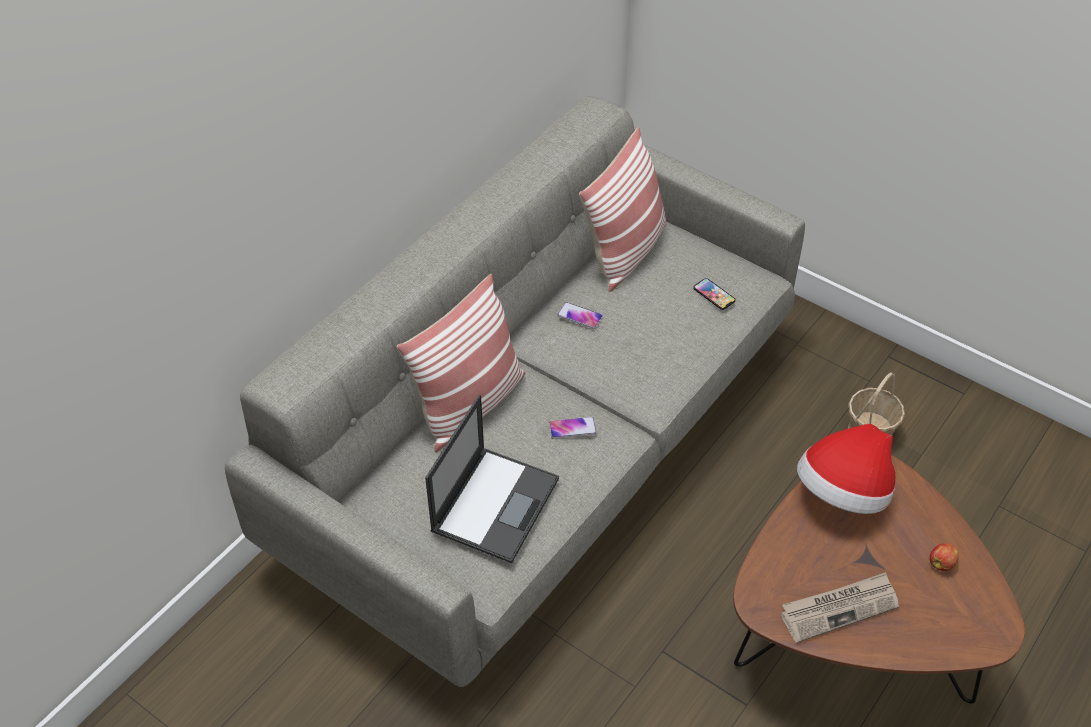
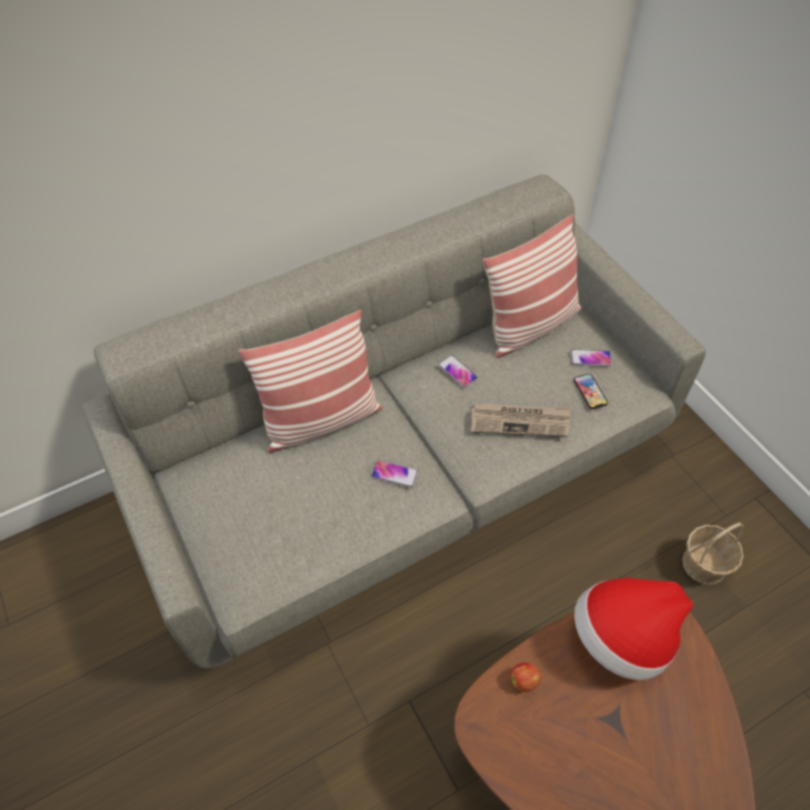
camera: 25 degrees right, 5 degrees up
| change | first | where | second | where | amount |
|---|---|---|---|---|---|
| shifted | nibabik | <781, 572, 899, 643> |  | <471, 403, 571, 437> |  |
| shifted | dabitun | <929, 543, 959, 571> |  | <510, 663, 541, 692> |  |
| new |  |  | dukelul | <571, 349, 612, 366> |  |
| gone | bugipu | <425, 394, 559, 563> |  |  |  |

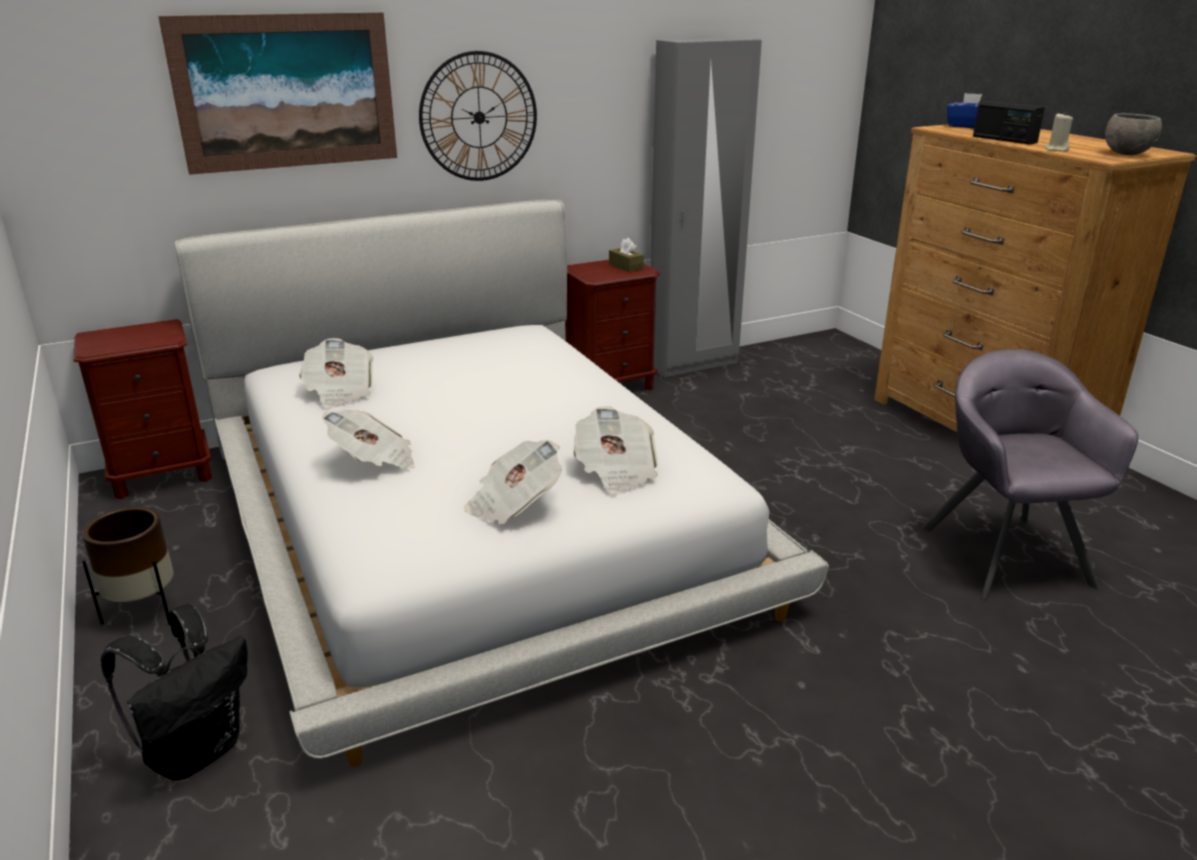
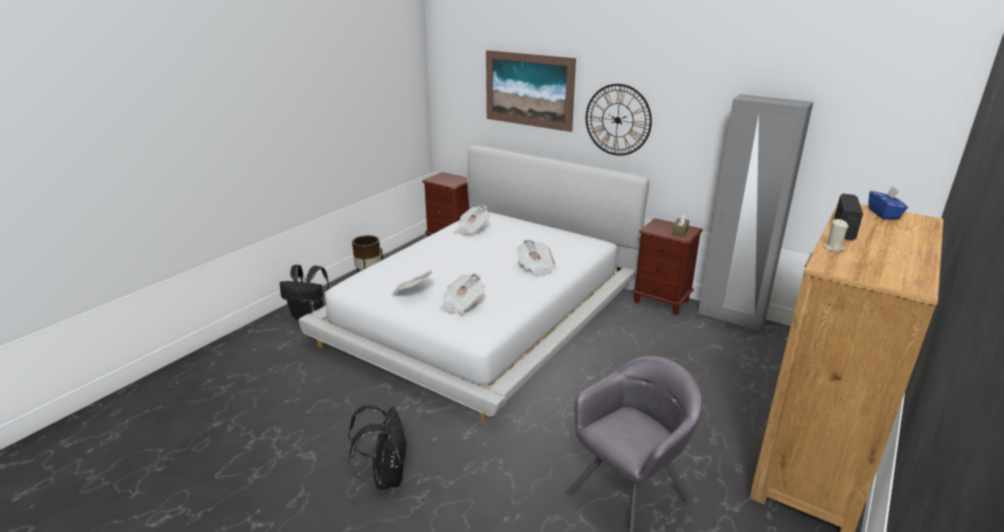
camera: 60 degrees right, 0 degrees up
| change | first | where | second | where | amount |
|---|---|---|---|---|---|
| new |  |  | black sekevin | <348, 405, 407, 489> |  |
| shifted | nibabik | <322, 410, 415, 469> |  | <517, 239, 556, 277> |  |
| gone | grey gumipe | <1105, 113, 1162, 155> |  |  |  |

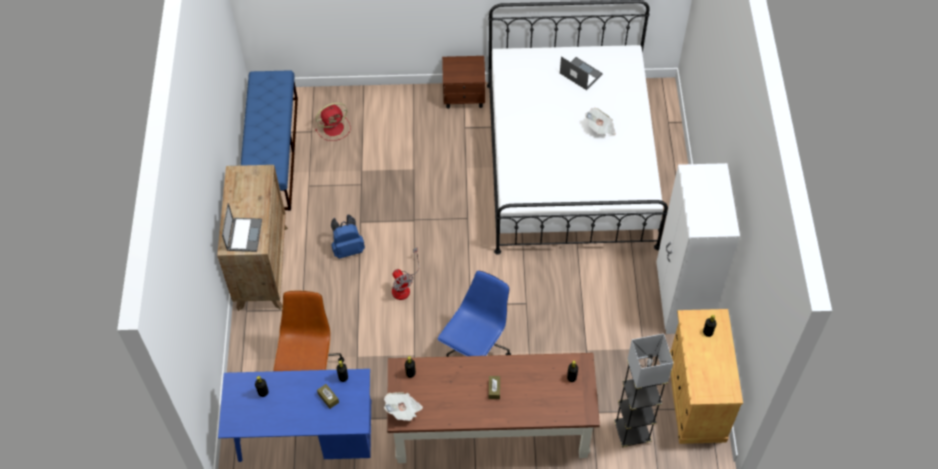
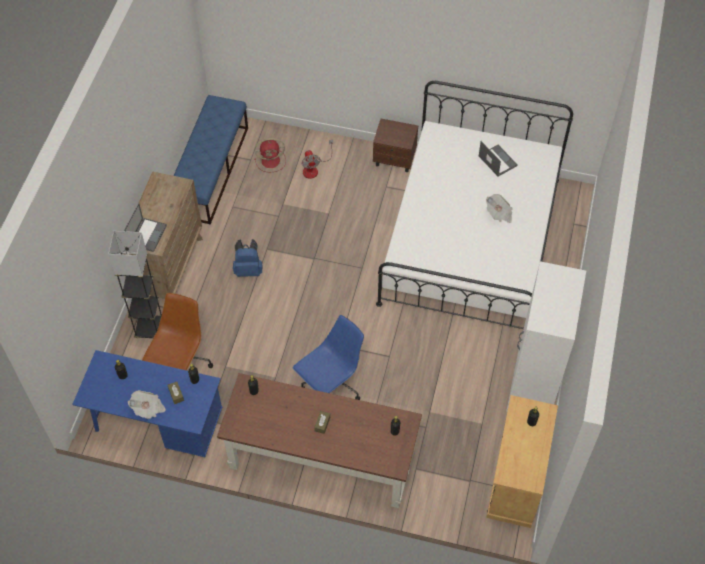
camera: 15 degrees right, 0 degrees up
| change | first | where | second | where | amount |
|---|---|---|---|---|---|
| shifted | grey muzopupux | <614, 334, 673, 447> |  | <108, 231, 162, 338> |  |
| shifted | nibabik | <384, 392, 423, 421> |  | <128, 390, 166, 419> |  |
| shifted | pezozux | <392, 248, 419, 300> |  | <302, 140, 333, 179> |  |

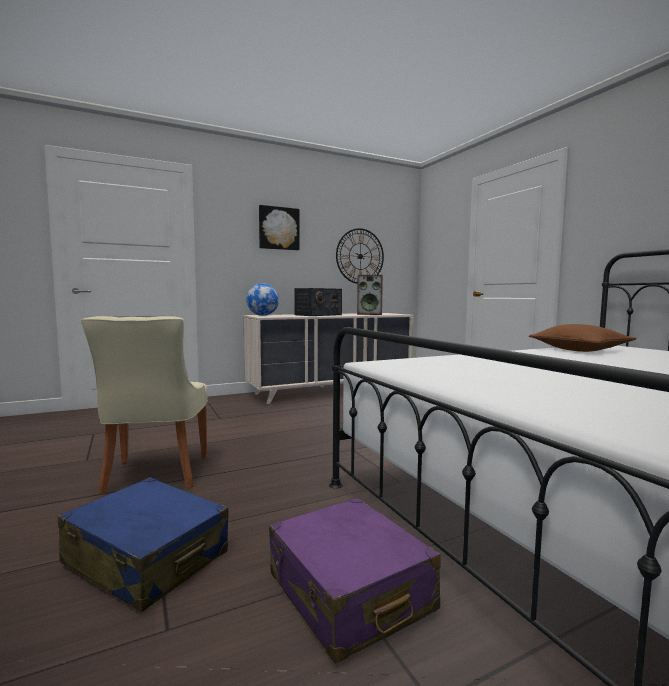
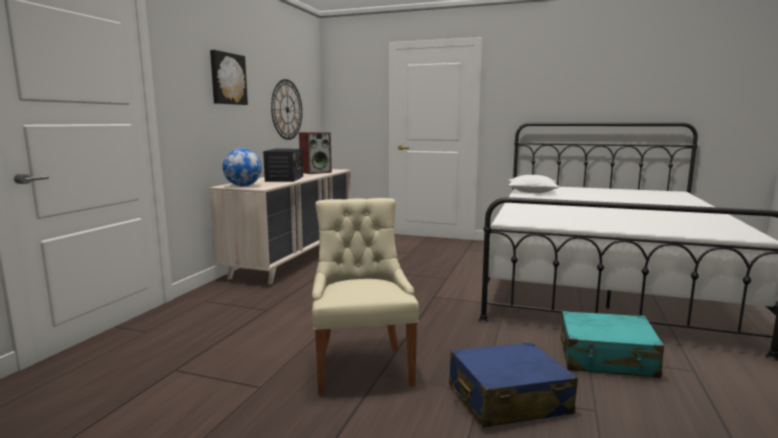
camera: 45 degrees left, 5 degrees up
| change | first | where | second | where | amount |
|---|---|---|---|---|---|
| rotated | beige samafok | <81, 316, 208, 494> |  | <312, 198, 419, 395> | 135 degrees counterclockwise |
| repainted | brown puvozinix | <529, 324, 637, 352> | white puvozinix | <508, 175, 559, 193> |  |
| repainted | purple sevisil | <269, 498, 441, 663> | turquoise sevisil | <561, 311, 664, 378> |  |

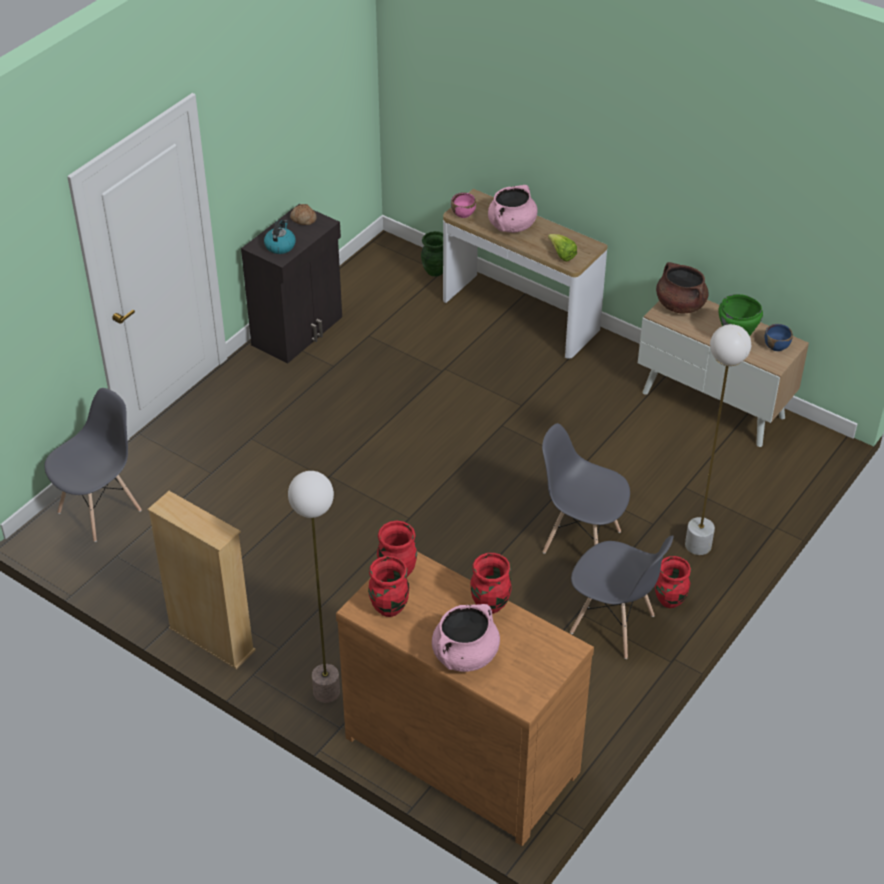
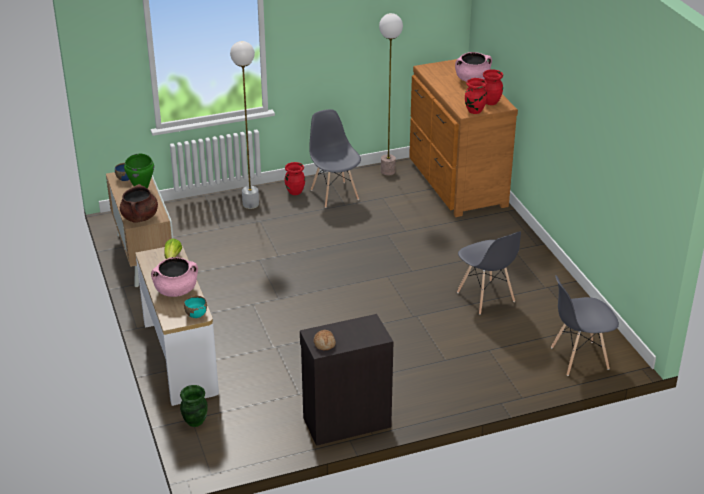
camera: 145 degrees left, 10 degrees down
| change | first | where | second | where | amount |
|---|---|---|---|---|---|
| repainted | pink gumipe | <451, 192, 476, 218> | turquoise gumipe | <184, 296, 207, 318> |  |
| shifted | muzopupux | <288, 471, 340, 703> |  | <379, 13, 403, 175> |  |
| shifted | grey samafok | <542, 423, 630, 554> |  | <457, 232, 521, 315> |  |
| gone | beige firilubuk | <147, 491, 256, 669> |  |  |  |
| gone | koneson | <264, 219, 296, 254> |  |  |  |
| gone | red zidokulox | <471, 553, 512, 614> |  |  |  |

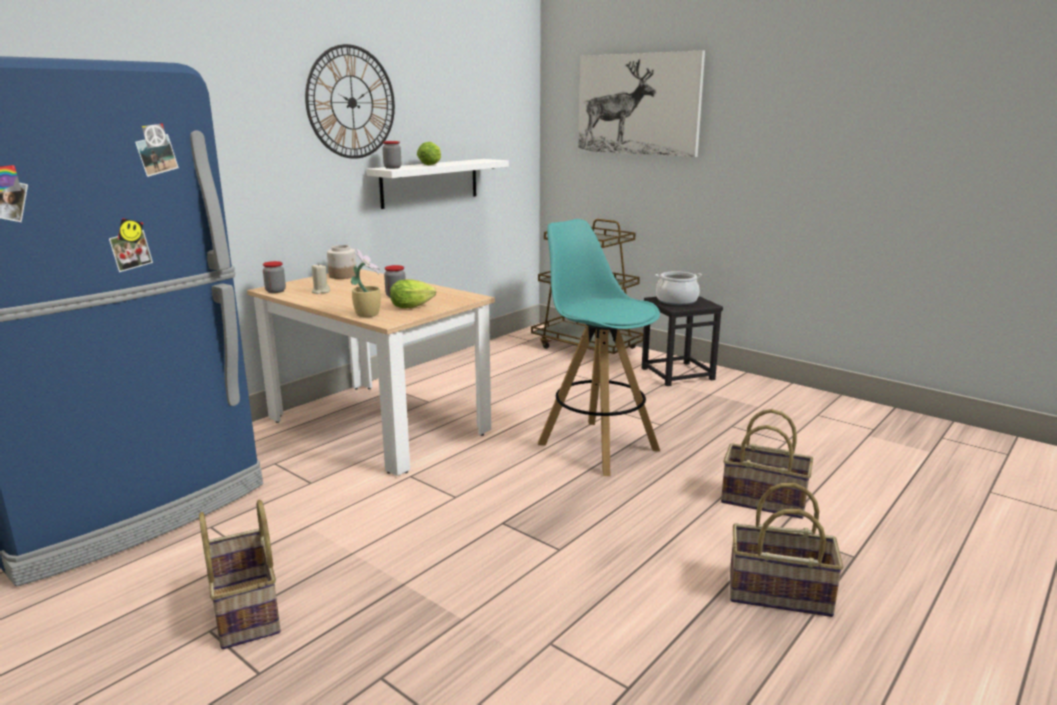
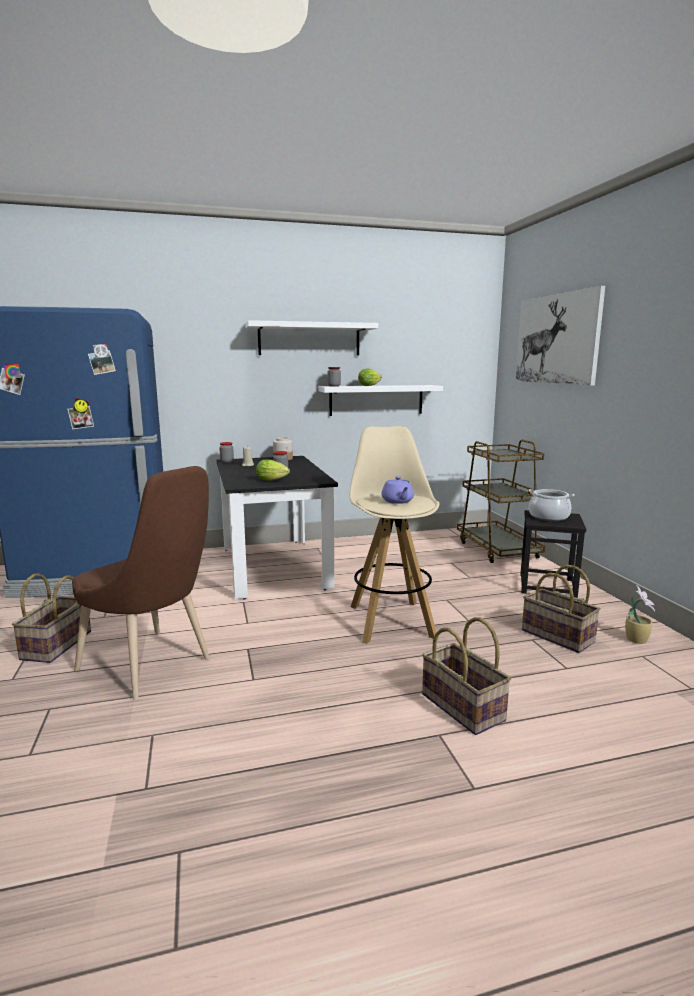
camera: 35 degrees right, 5 degrees down
| change | first | where | second | where | amount |
|---|---|---|---|---|---|
| new |  |  | brown samafok | <72, 466, 210, 700> |  |
| repainted | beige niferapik | <247, 269, 495, 476> | black niferapik | <216, 456, 338, 600> |  |
| swapped | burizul | <305, 44, 395, 159> | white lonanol | <245, 320, 378, 356> |  |
| repainted | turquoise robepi | <538, 219, 660, 476> | beige robepi | <350, 426, 439, 644> |  |
| new |  |  | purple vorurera | <381, 476, 414, 504> |  |
| shifted | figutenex | <730, 483, 844, 617> |  | <522, 565, 601, 653> |  |
| shifted | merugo | <351, 249, 381, 317> |  | <625, 585, 655, 644> |  |

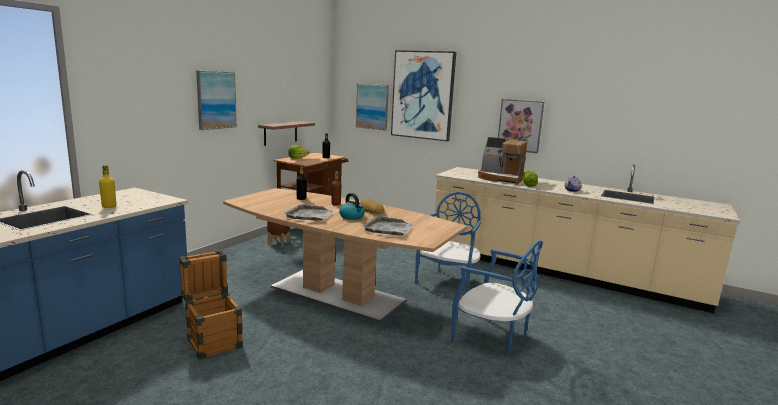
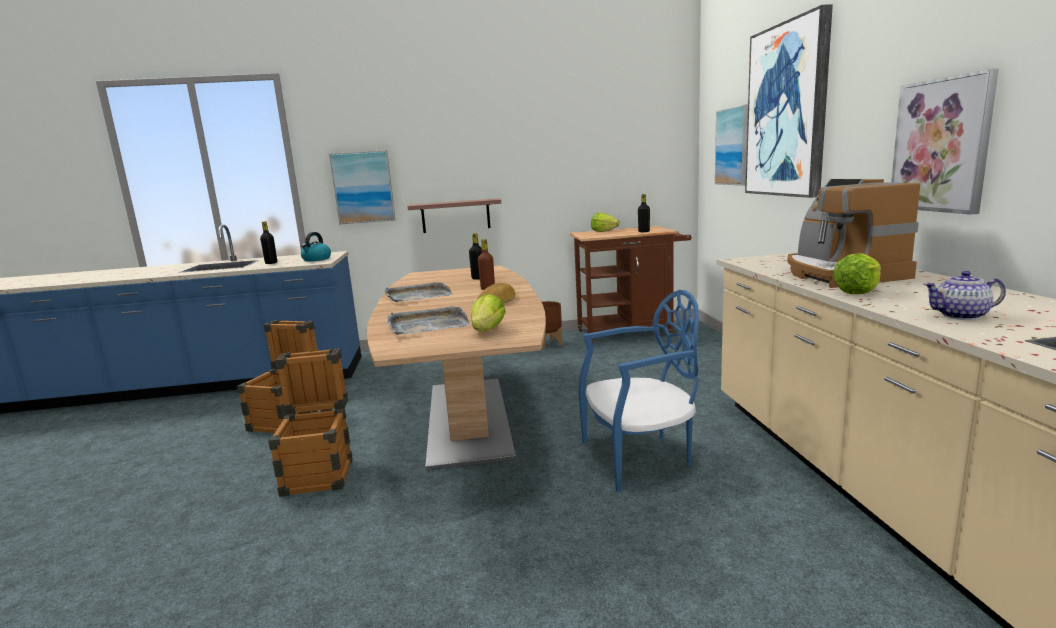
camera: 55 degrees right, 0 degrees up
| change | first | where | second | where | amount |
|---|---|---|---|---|---|
| repainted | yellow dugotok | <99, 165, 116, 208> | black dugotok | <260, 221, 277, 264> |  |
| new |  |  | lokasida | <268, 348, 353, 497> |  |
| shifted | koneson | <339, 193, 365, 220> |  | <301, 232, 331, 261> |  |
| shifted | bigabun | <196, 71, 237, 130> |  | <329, 150, 395, 224> |  |
| shifted | lonanol | <258, 121, 315, 146> |  | <408, 198, 501, 233> |  |
| new |  |  | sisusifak | <471, 294, 506, 331> |  |
| gone | blue samafok | <451, 240, 543, 357> |  |  |  |

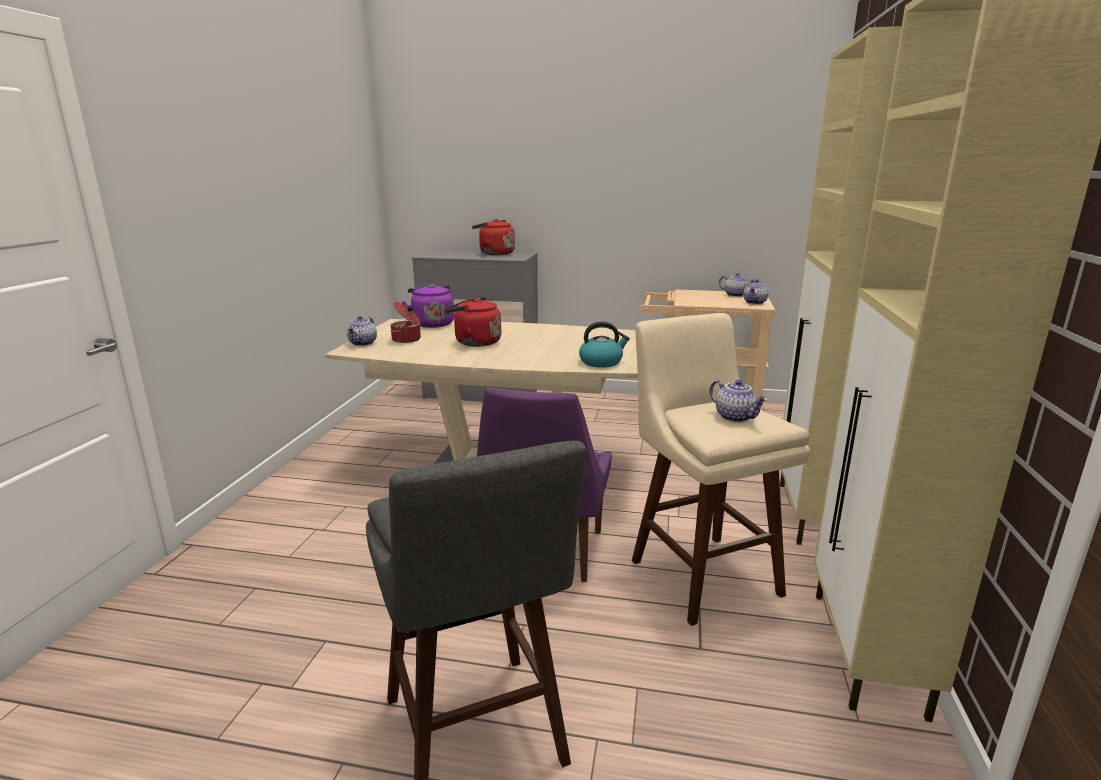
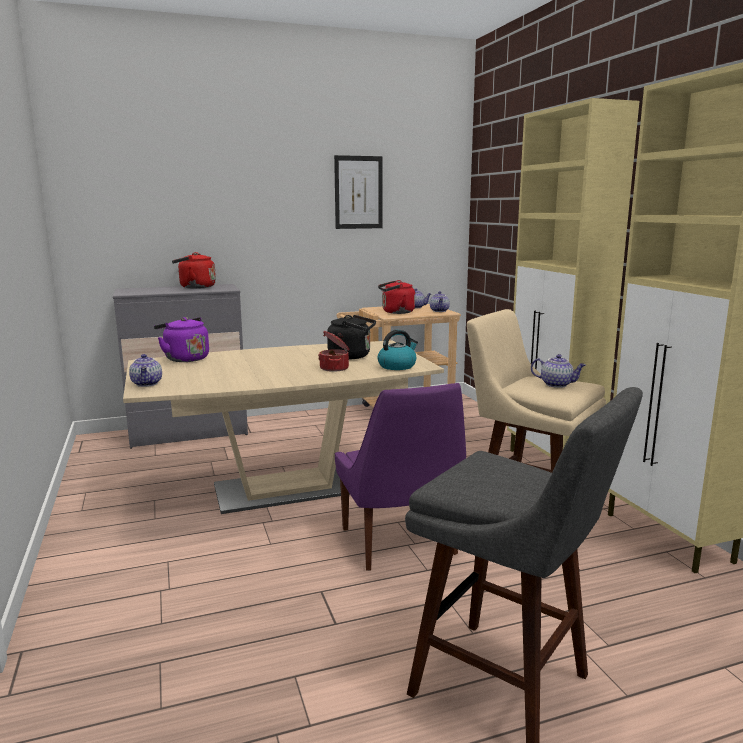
camera: 30 degrees left, 5 degrees down
| change | first | where | second | where | amount |
|---|---|---|---|---|---|
| shifted | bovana | <390, 301, 421, 343> |  | <318, 331, 350, 372> |  |
| new |  |  | black koneson | <327, 315, 376, 359> |  |
| new |  |  | bigabun | <334, 155, 383, 229> |  |
| shifted | red koneson | <445, 297, 501, 347> |  | <378, 280, 415, 314> |  |

